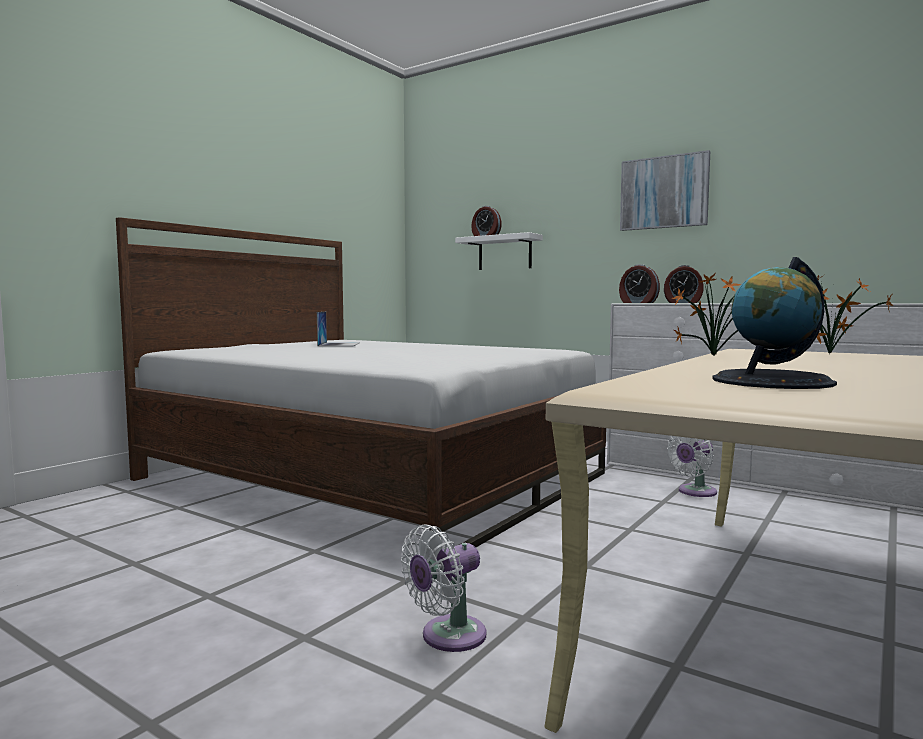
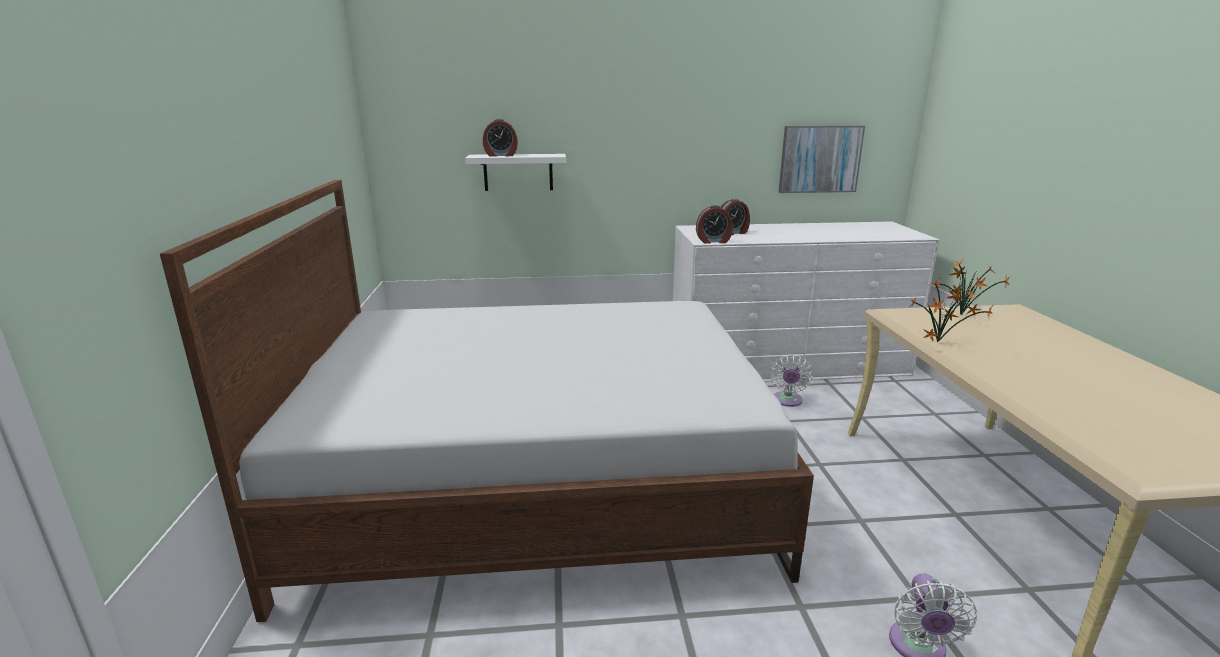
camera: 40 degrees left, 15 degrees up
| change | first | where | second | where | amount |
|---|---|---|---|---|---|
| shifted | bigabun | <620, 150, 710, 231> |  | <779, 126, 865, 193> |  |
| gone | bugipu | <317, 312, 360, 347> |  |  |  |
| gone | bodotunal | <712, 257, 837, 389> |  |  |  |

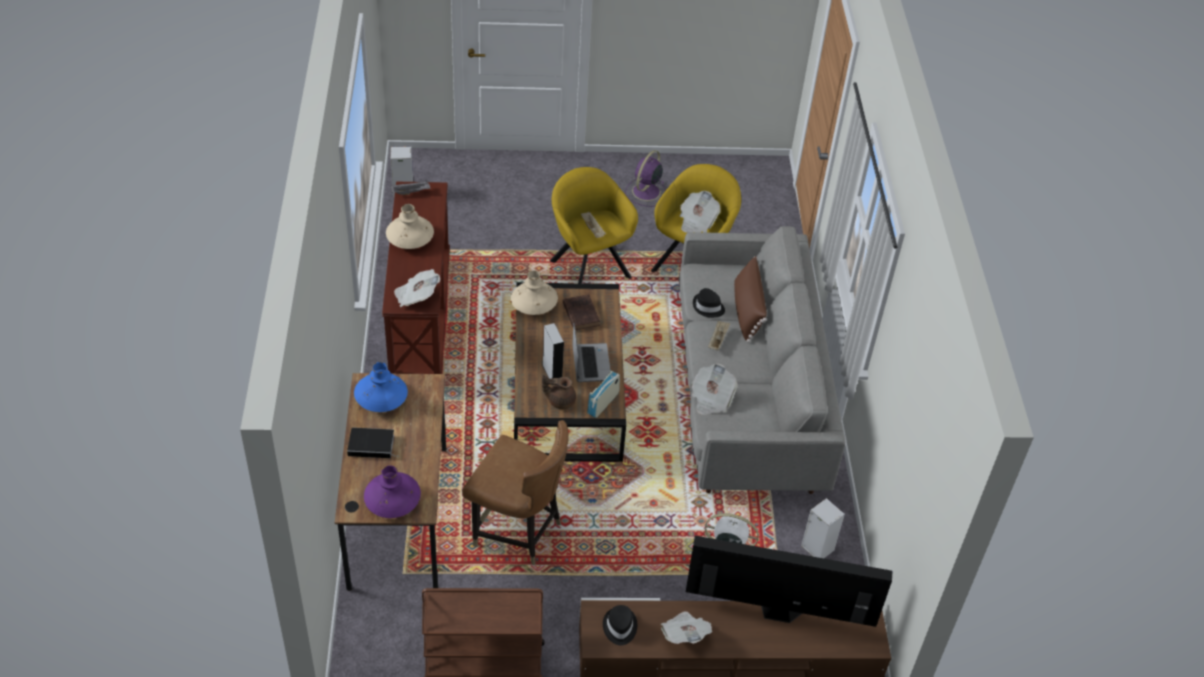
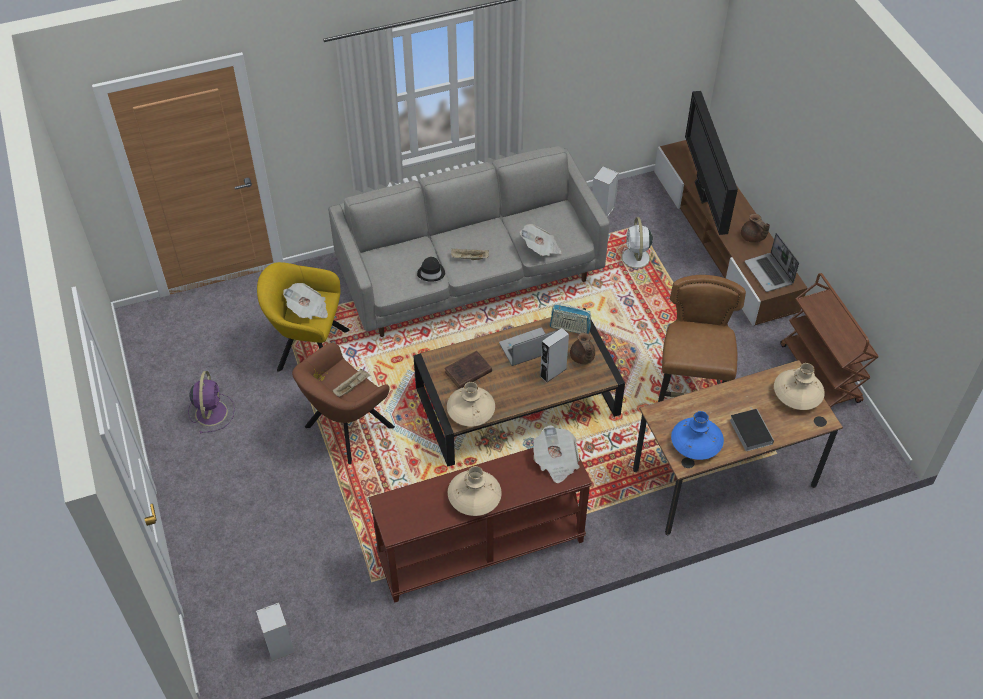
camera: 105 degrees left, 5 degrees up
| change | first | where | second | where | amount |
|---|---|---|---|---|---|
| rotated | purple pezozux | <625, 150, 666, 207> |  | <188, 371, 235, 433> | 105 degrees counterclockwise |
| repainted | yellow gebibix | <550, 167, 638, 283> | brown gebibix | <292, 343, 395, 464> |  |
| swapped | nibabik | <661, 611, 712, 644> | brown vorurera | <741, 214, 770, 243> |  |
| swapped | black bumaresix | <603, 605, 637, 645> | bugipu | <745, 233, 799, 292> |  |
| repainted | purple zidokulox | <364, 465, 421, 518> | beige zidokulox | <774, 363, 825, 410> |  |
| gone | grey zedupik | <390, 180, 431, 195> |  |  |  |
| gone | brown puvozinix | <734, 256, 767, 343> |  |  |  |

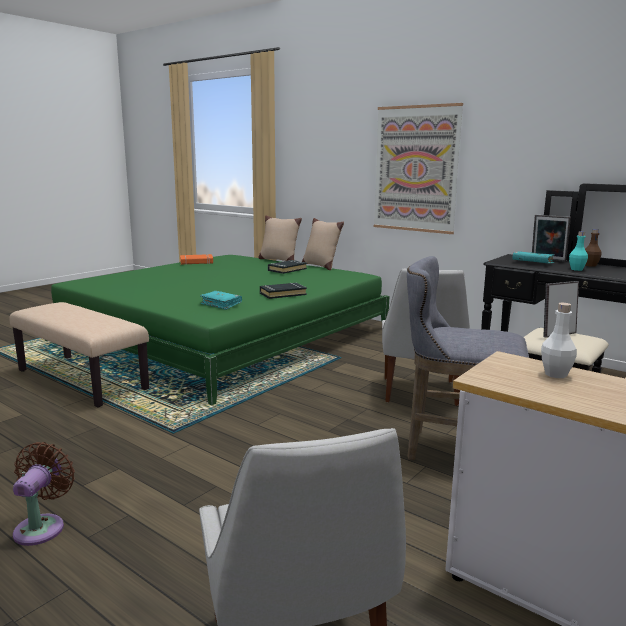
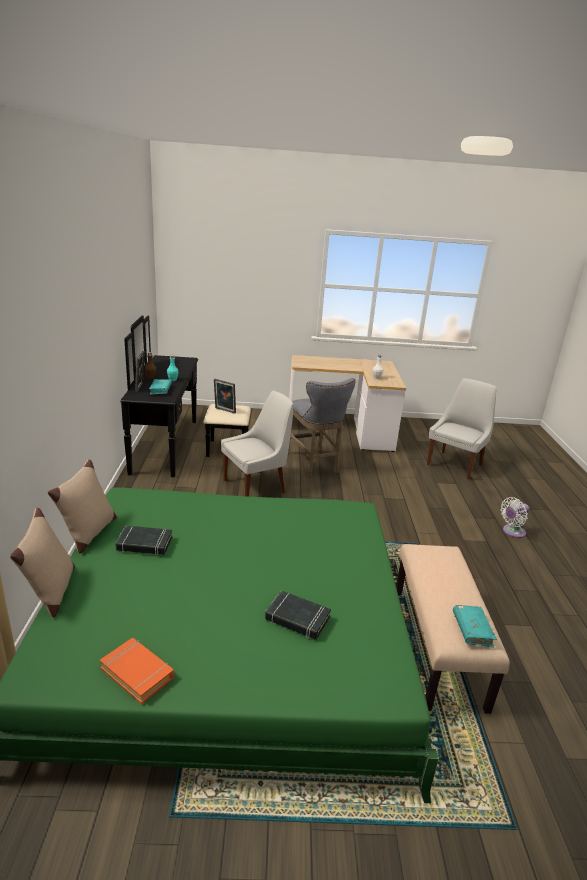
camera: 130 degrees left, 10 degrees up
| change | first | where | second | where | amount |
|---|---|---|---|---|---|
| shifted | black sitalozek | <260, 283, 307, 299> |  | <265, 590, 331, 640> |  |
| shifted | turquoise sitalozek | <200, 291, 242, 310> |  | <453, 605, 497, 648> |  |
| repainted | brown pezozux | <13, 442, 75, 546> | white pezozux | <500, 497, 529, 538> |  |
| gone | bigabun | <374, 103, 463, 234> |  |  |  |

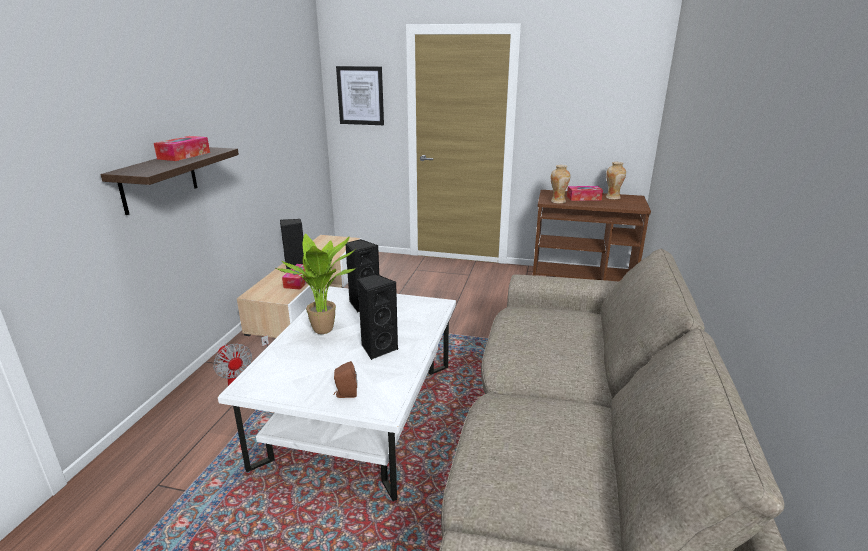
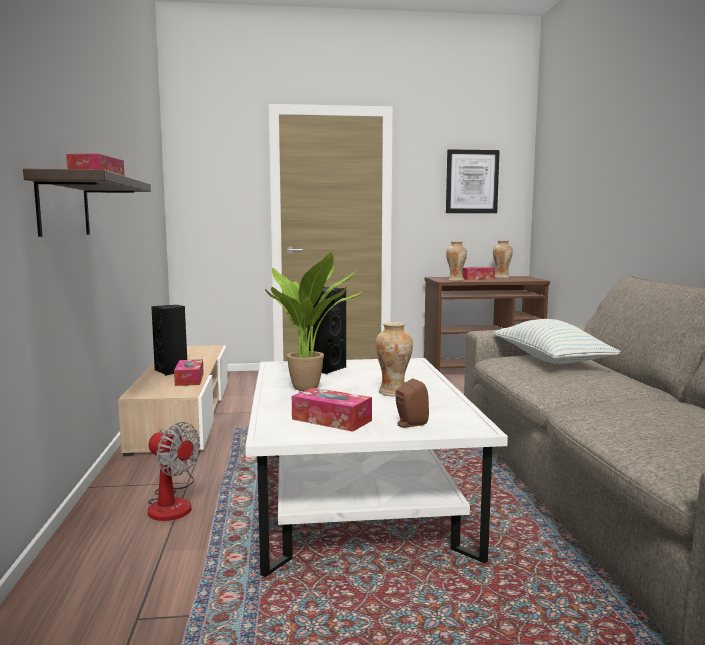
camera: 20 degrees left, 15 degrees down
| change | first | where | second | where | amount |
|---|---|---|---|---|---|
| new |  |  | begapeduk | <292, 388, 372, 432> |  |
| swapped | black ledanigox | <357, 273, 398, 360> | zidokulox | <375, 322, 413, 396> |  |
| shifted | bigabun | <336, 66, 384, 125> |  | <446, 149, 500, 213> |  |
| new |  |  | puvozinix | <493, 319, 621, 364> |  |

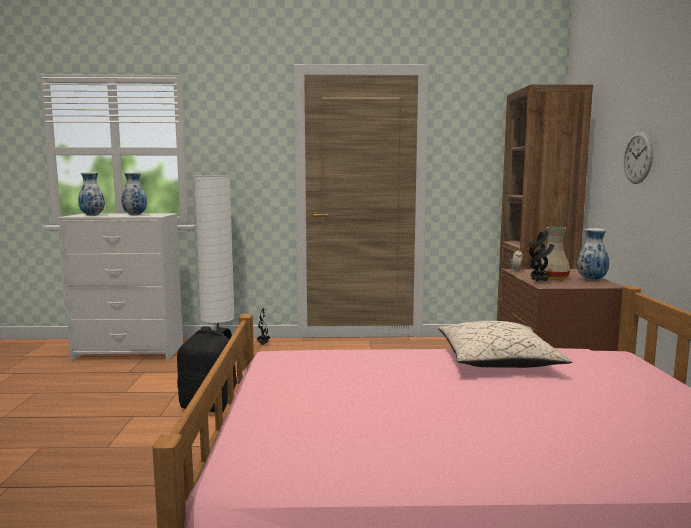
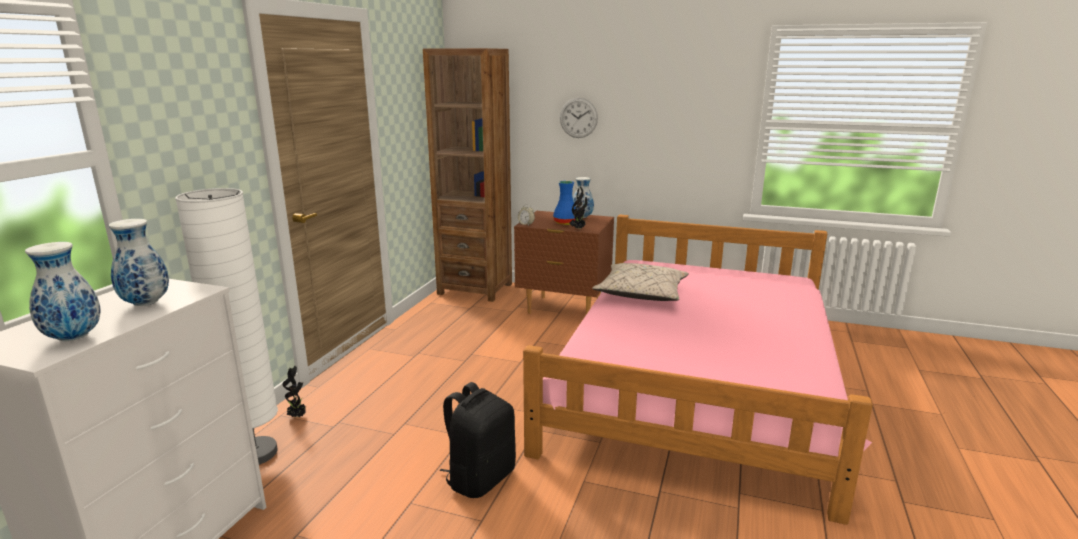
camera: 70 degrees left, 10 degrees up
| change | first | where | second | where | amount |
|---|---|---|---|---|---|
| repainted | beige zidokulox | <541, 227, 570, 280> | blue zidokulox | <553, 181, 576, 225> |  |

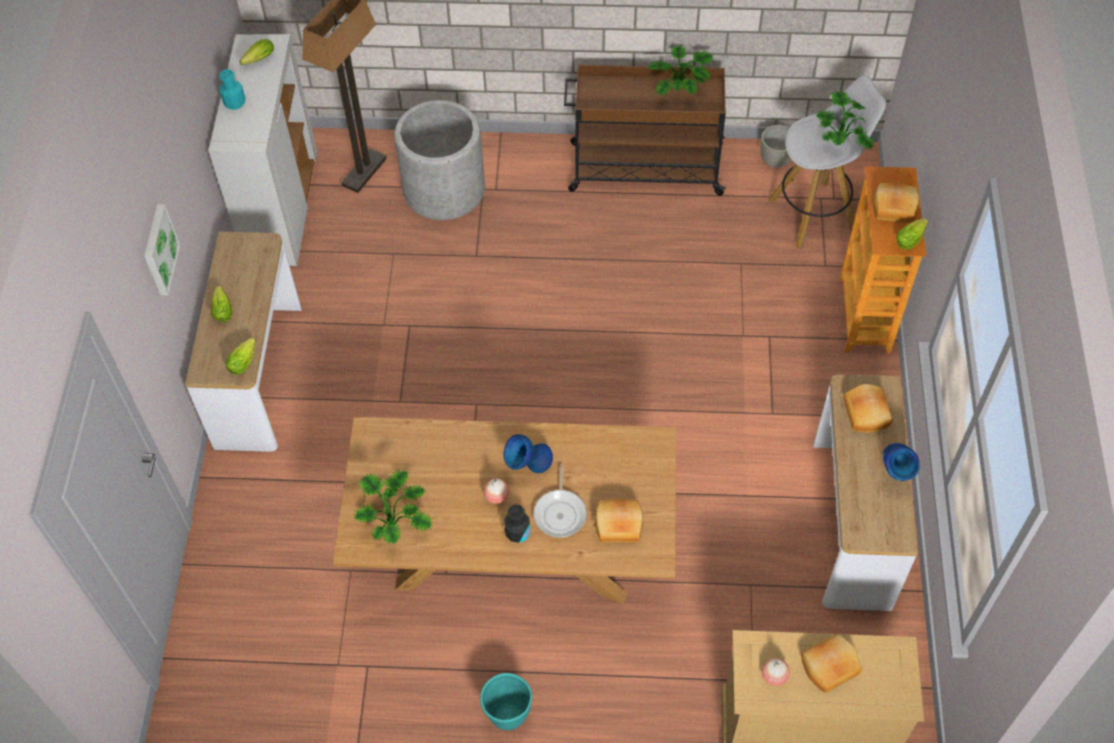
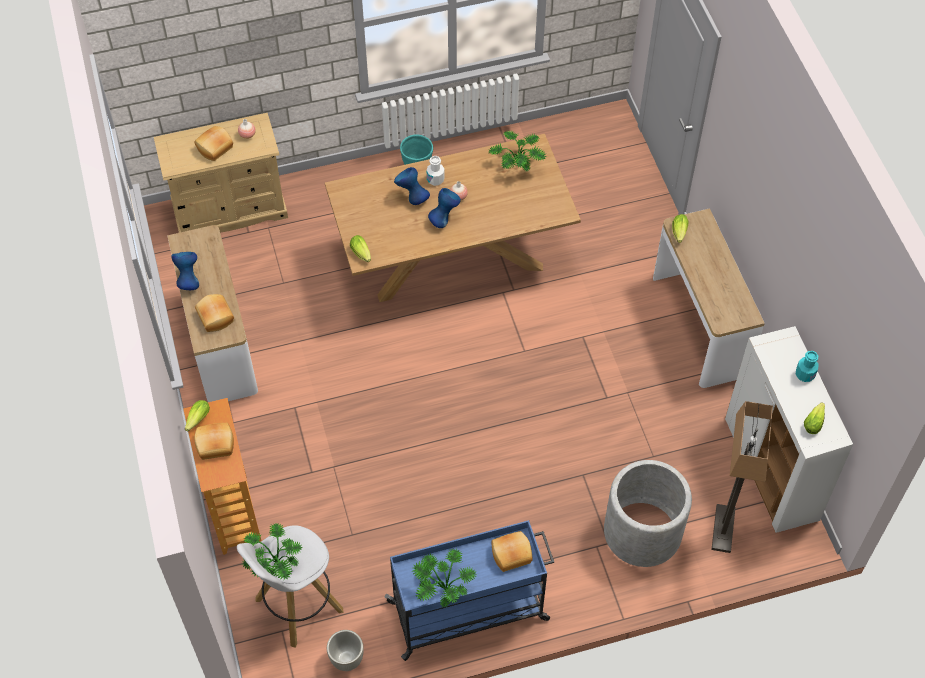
camera: 160 degrees right, 0 degrees up
| change | first | where | second | where | amount |
|---|---|---|---|---|---|
| shifted | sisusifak | <211, 286, 232, 322> |  | <350, 235, 371, 262> |  |
| repainted | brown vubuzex | <564, 65, 726, 196> | blue vubuzex | <385, 520, 554, 661> |  |
| swapped | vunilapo | <533, 464, 587, 538> | blue zidokulox | <394, 167, 430, 205> |  |
| repainted | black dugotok | <504, 504, 530, 543> | white dugotok | <427, 156, 445, 186> |  |
| shifted | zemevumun | <595, 499, 643, 542> |  | <491, 531, 532, 572> |  |
| gone | bigabun | <144, 204, 180, 295> |  |  |  |

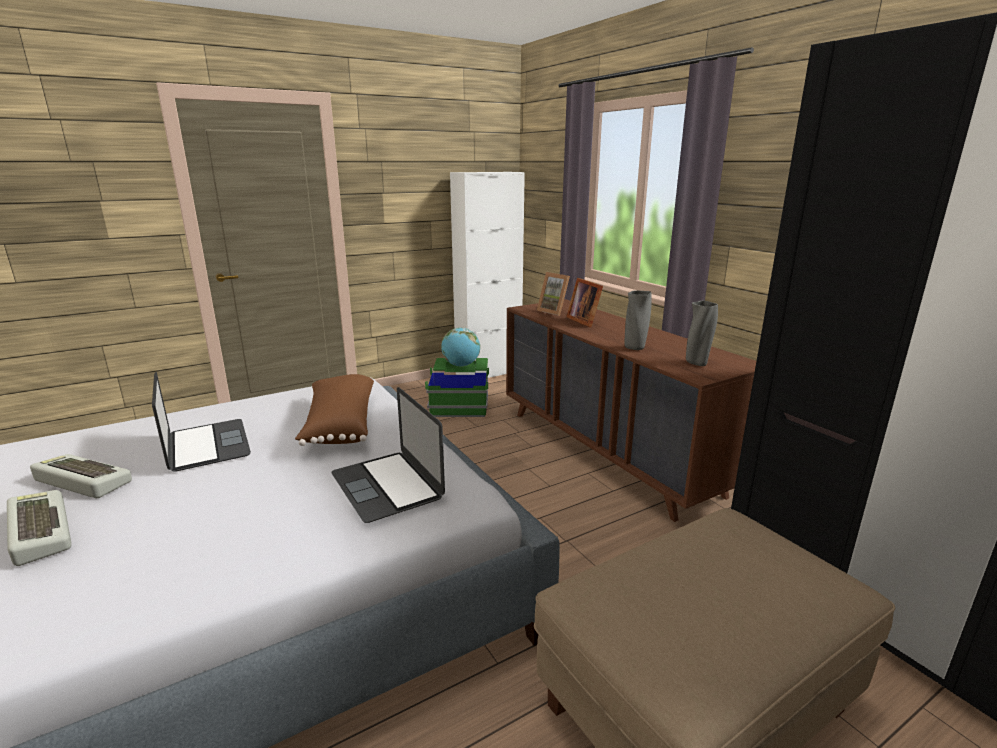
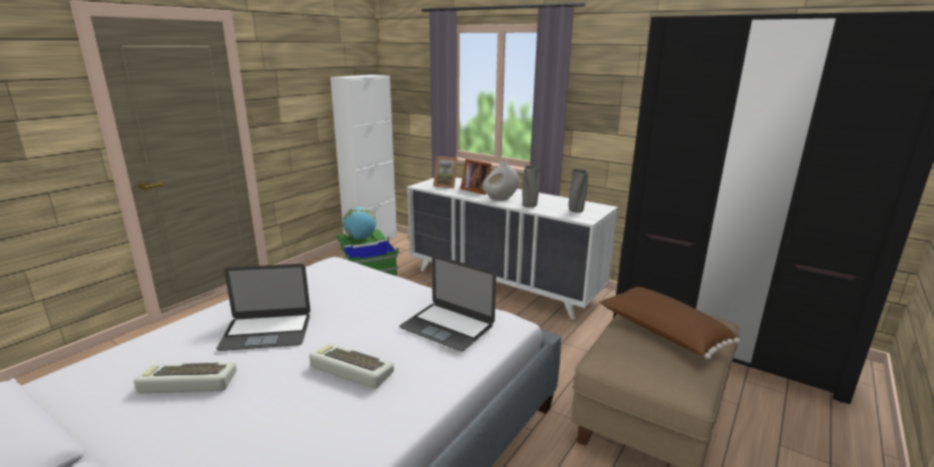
camera: 25 degrees left, 0 degrees up
| change | first | where | second | where | amount |
|---|---|---|---|---|---|
| rotated | bugipu | <152, 372, 251, 472> |  | <216, 264, 310, 351> | 135 degrees clockwise |
| shifted | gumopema | <7, 490, 72, 566> |  | <309, 343, 394, 389> |  |
| repainted | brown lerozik | <506, 299, 756, 522> | white lerozik | <407, 177, 618, 320> |  |
| new |  |  | white zidokulox | <482, 161, 519, 201> |  |
| shifted | brown puvozinix | <295, 374, 374, 446> |  | <600, 287, 740, 359> |  |

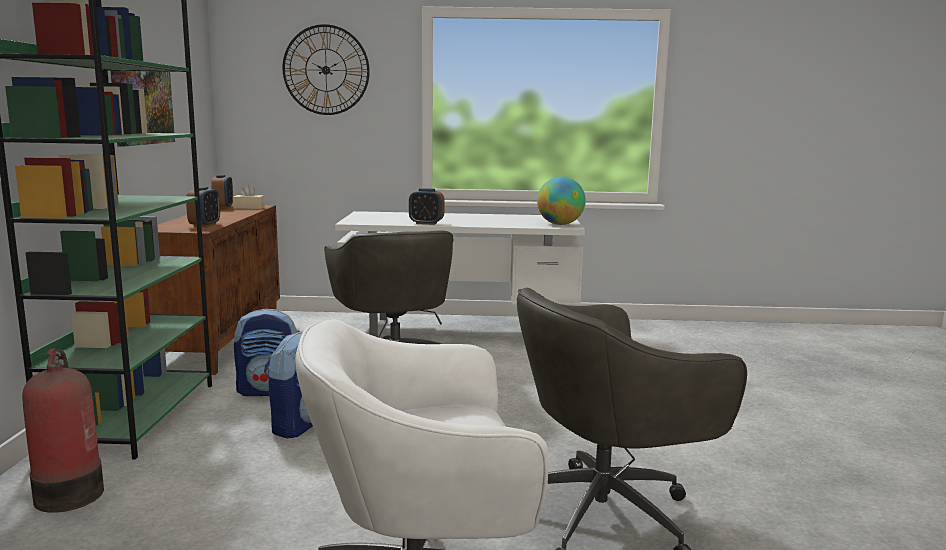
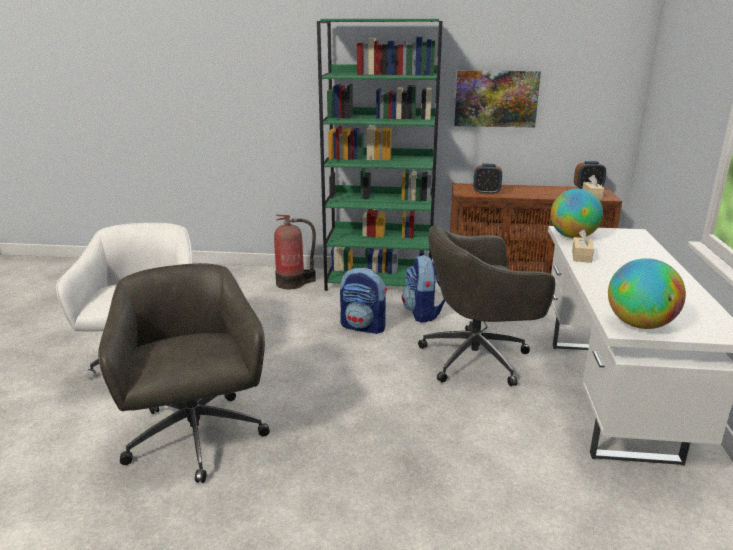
camera: 95 degrees right, 10 degrees up
| change | first | where | second | where | amount |
|---|---|---|---|---|---|
| new |  |  | bodotunal | <551, 189, 603, 238> |  |
| swapped | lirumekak | <409, 188, 445, 225> | beige begapeduk | <572, 229, 594, 263> |  |
| gone | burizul | <283, 24, 370, 115> |  |  |  |

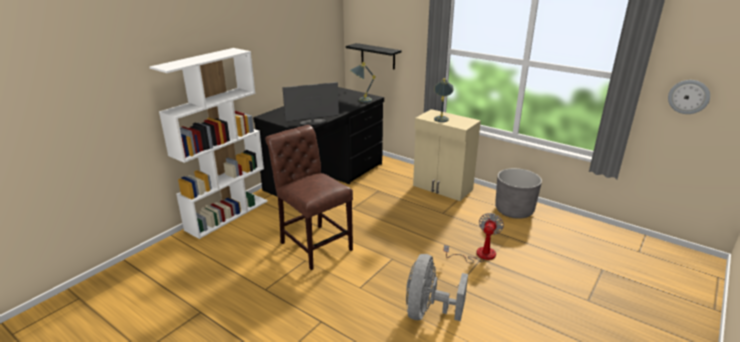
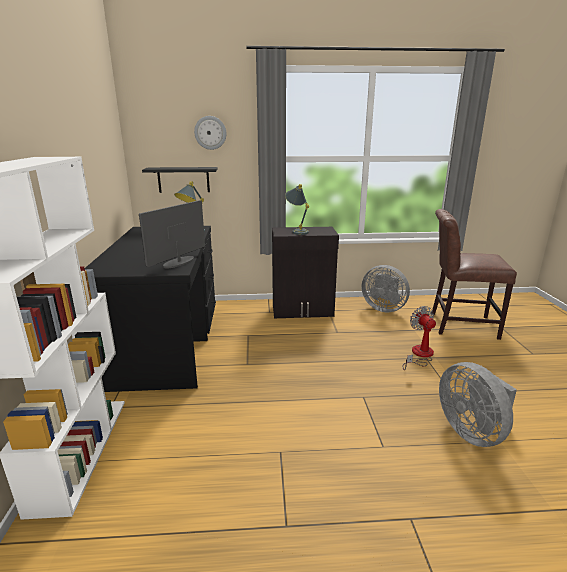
camera: 40 degrees left, 5 degrees down
| change | first | where | second | where | amount |
|---|---|---|---|---|---|
| shifted | burizul | <668, 80, 710, 114> |  | <194, 116, 226, 150> |  |
| repainted | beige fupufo | <413, 109, 481, 201> | black fupufo | <272, 227, 339, 318> |  |
| swapped | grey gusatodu | <495, 168, 542, 219> | grey pezozux | <362, 265, 410, 312> |  |
| shifted | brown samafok | <265, 125, 353, 270> |  | <431, 209, 517, 340> |  |

